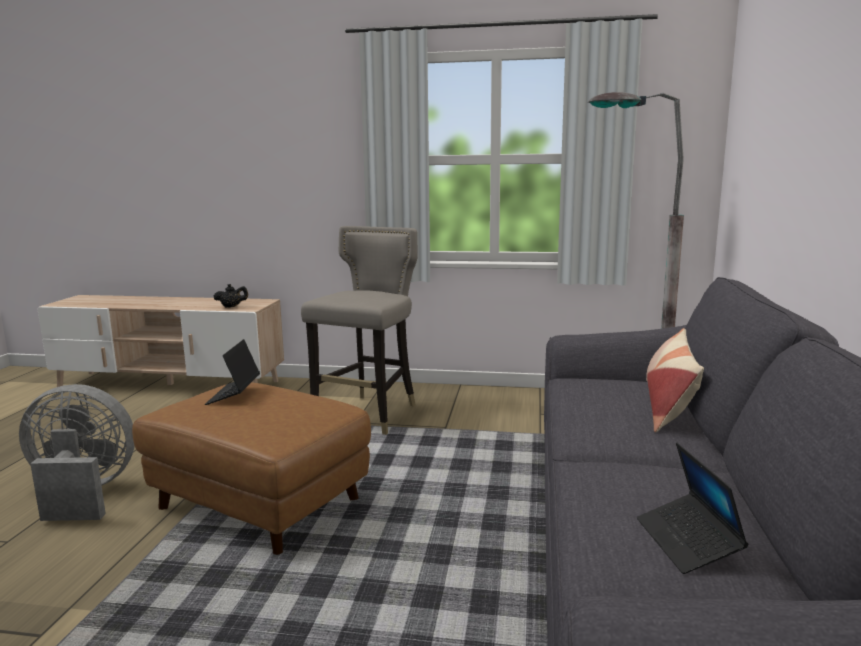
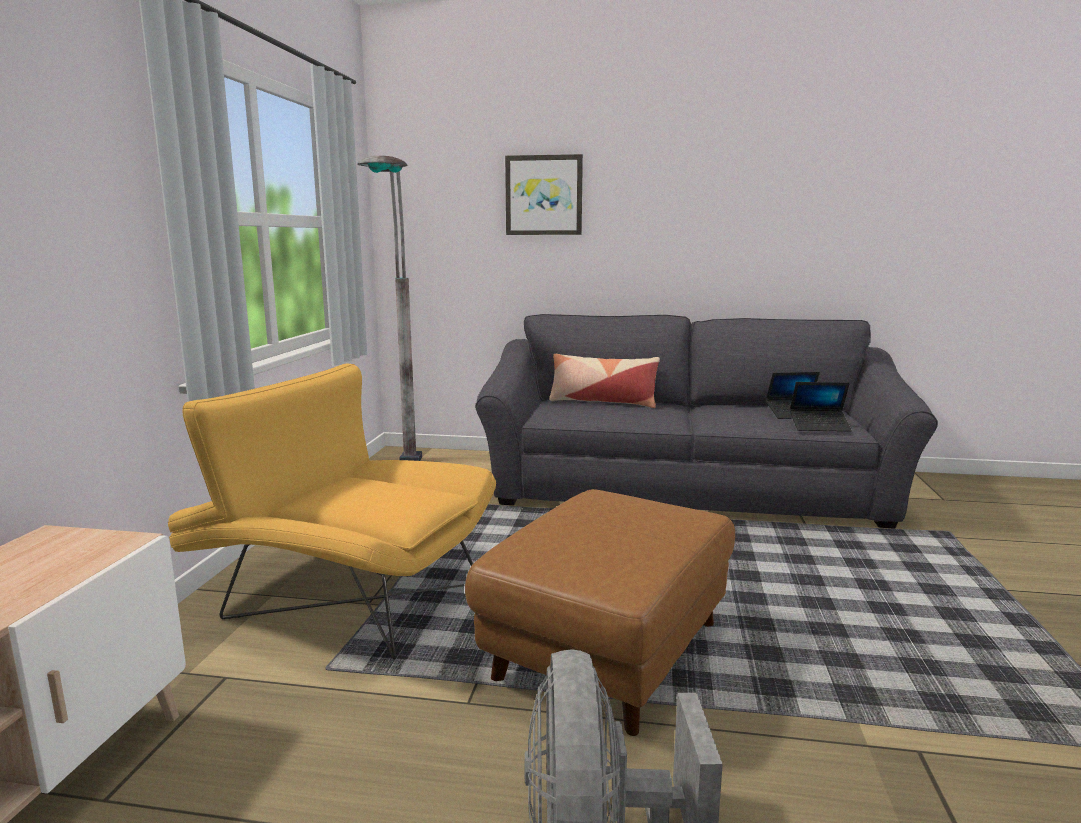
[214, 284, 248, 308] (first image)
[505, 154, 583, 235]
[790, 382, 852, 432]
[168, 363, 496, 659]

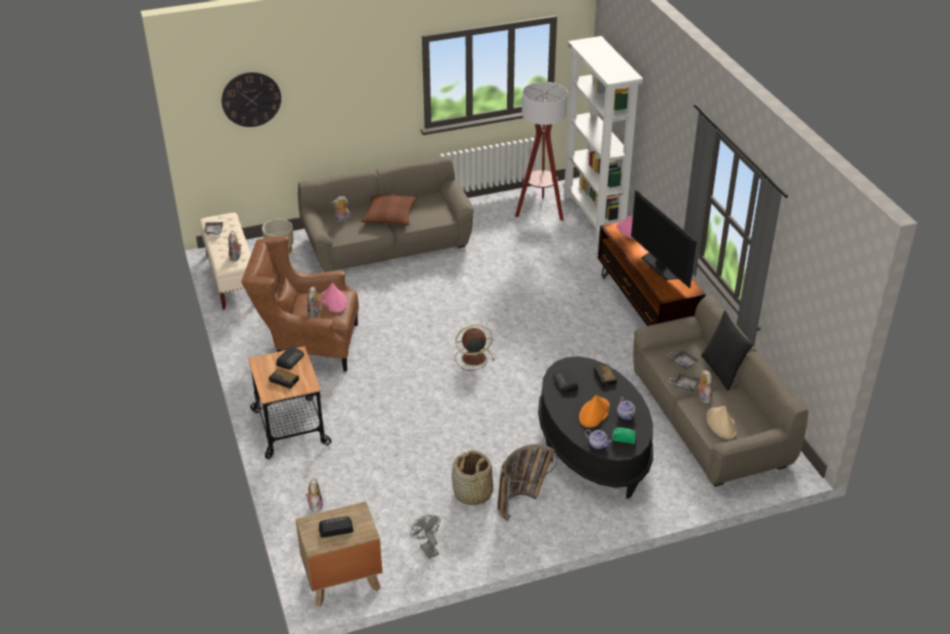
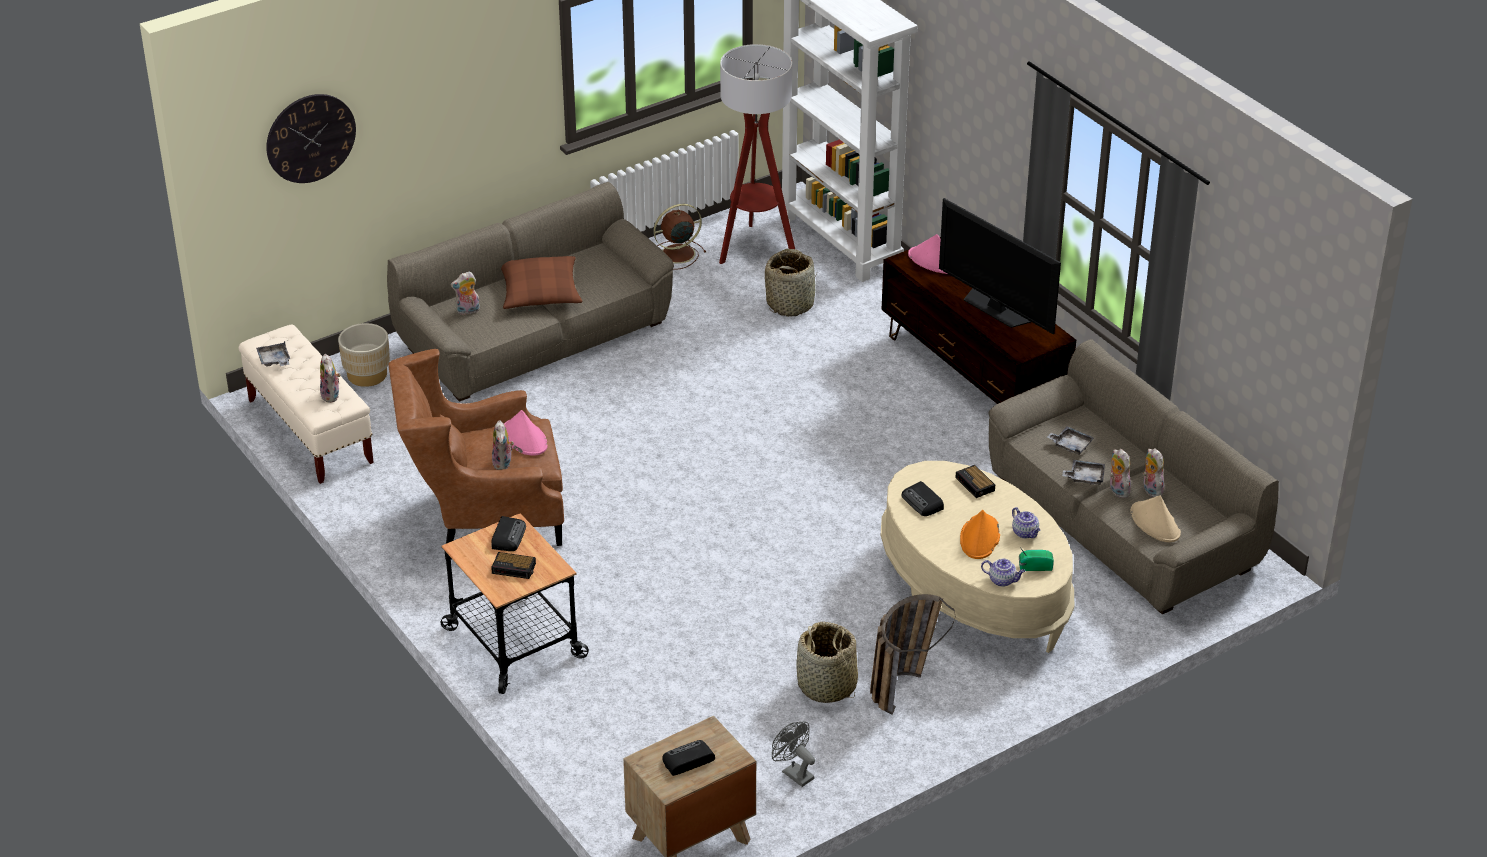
[701, 310, 754, 391] (first image)
[765, 249, 817, 317]
[1143, 448, 1164, 497]
[654, 204, 706, 270]
[881, 461, 1074, 653]

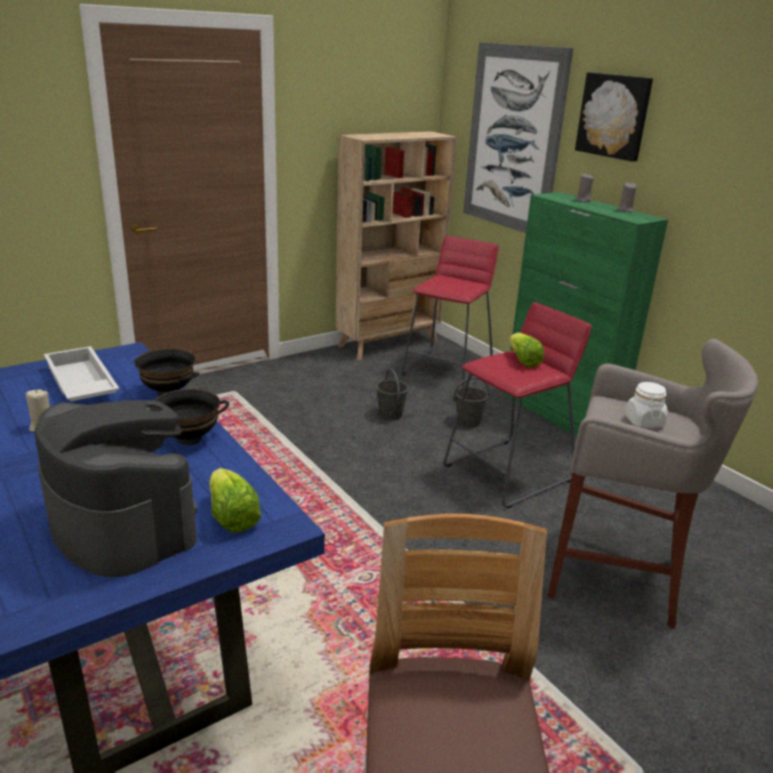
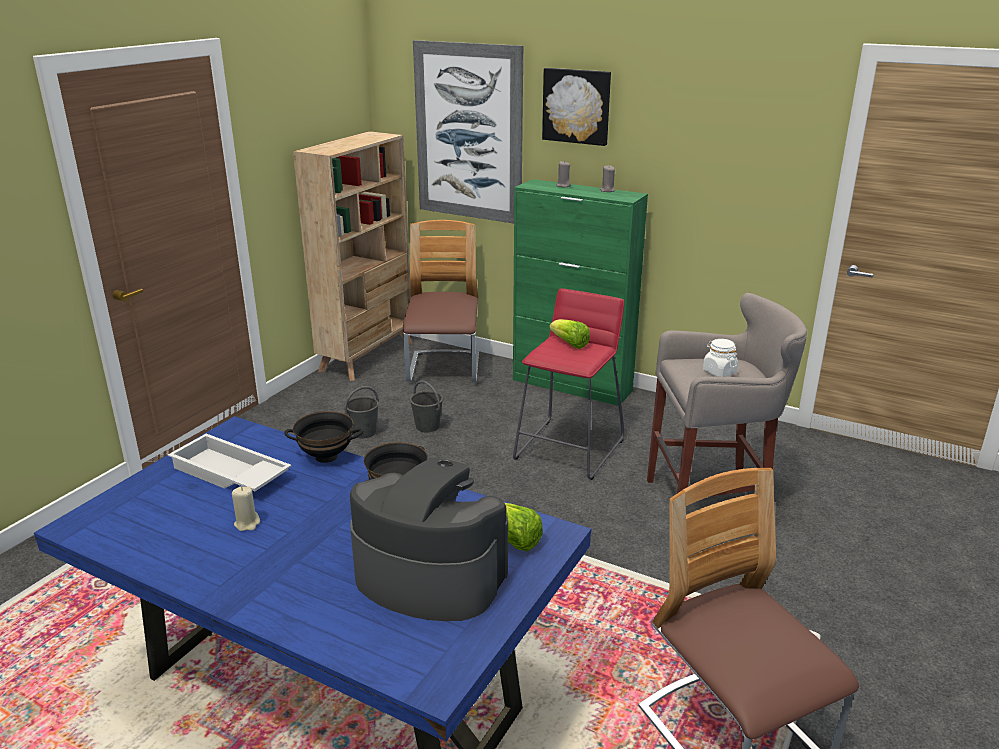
[345, 386, 379, 438]
[403, 220, 479, 382]

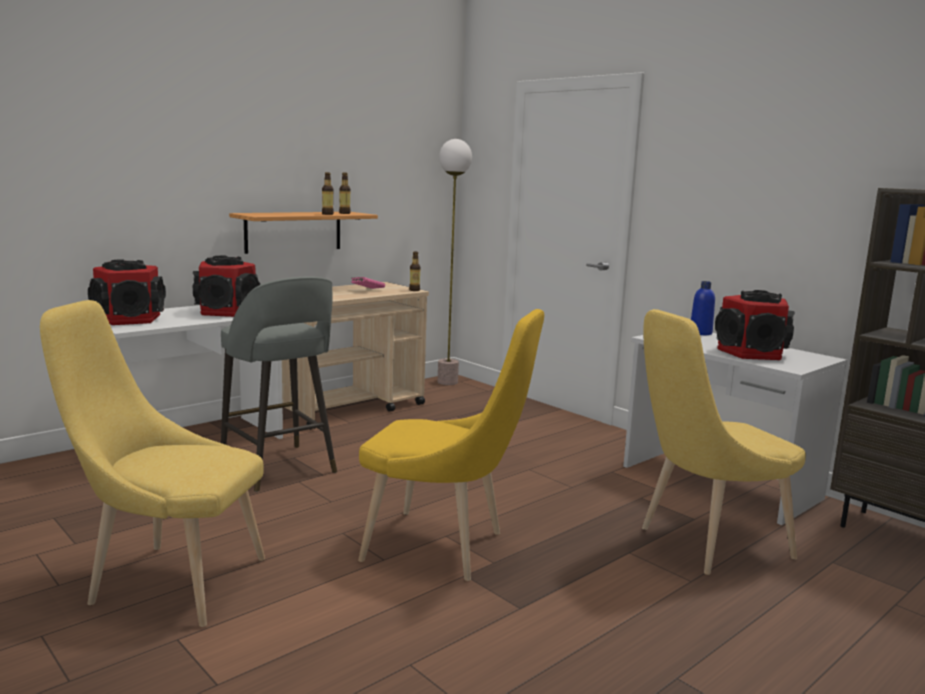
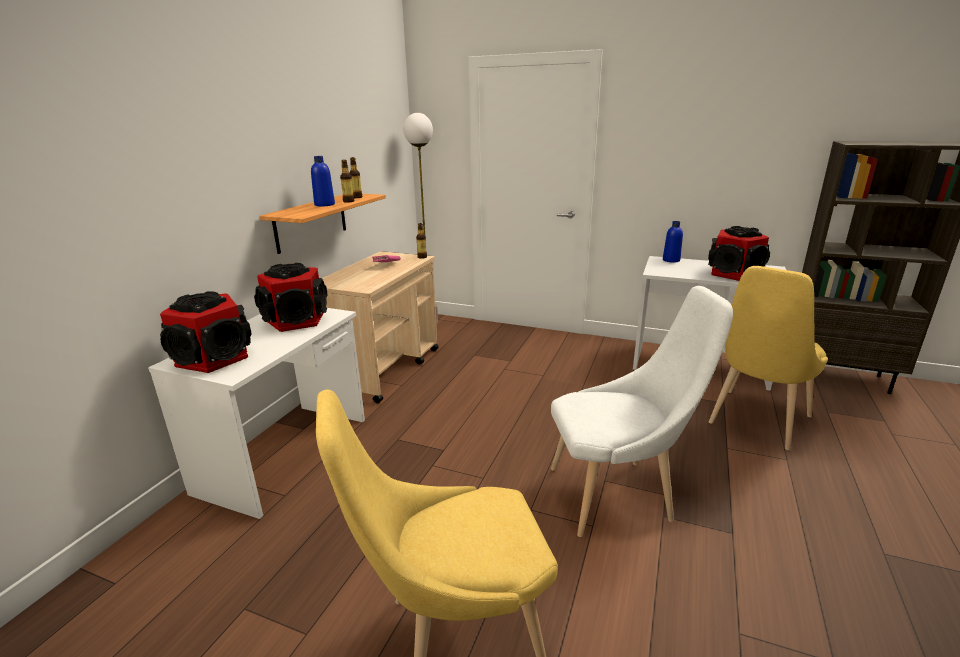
[221, 277, 337, 492] (first image)
[311, 156, 335, 207]
[551, 286, 733, 537]

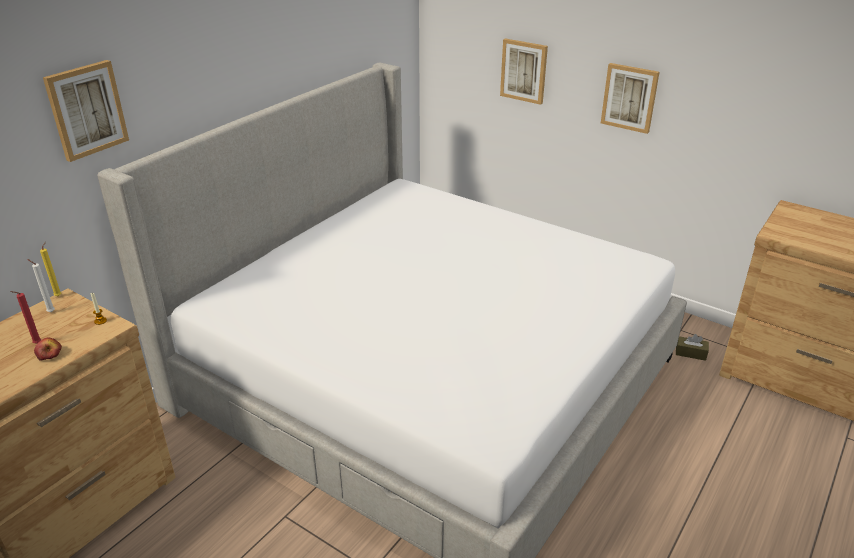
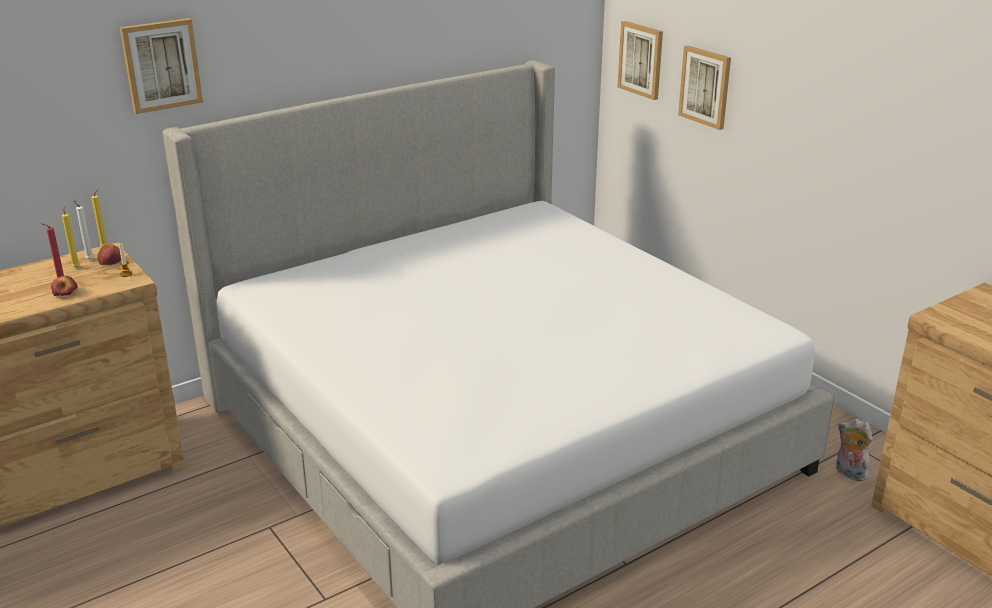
[62, 207, 80, 268]
[97, 244, 121, 265]
[618, 21, 663, 100]
[836, 419, 873, 481]

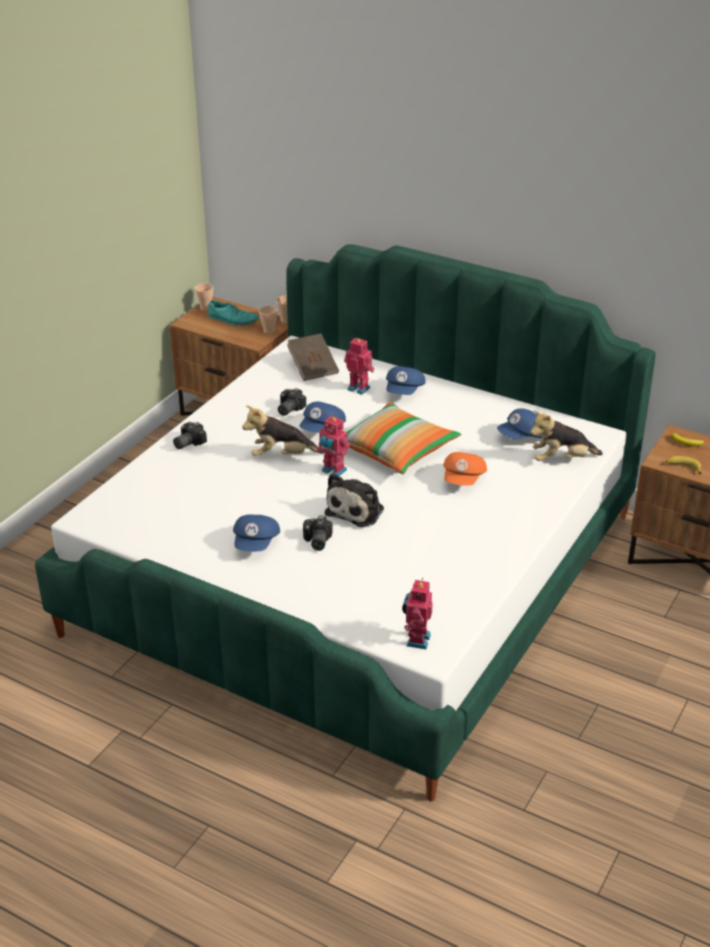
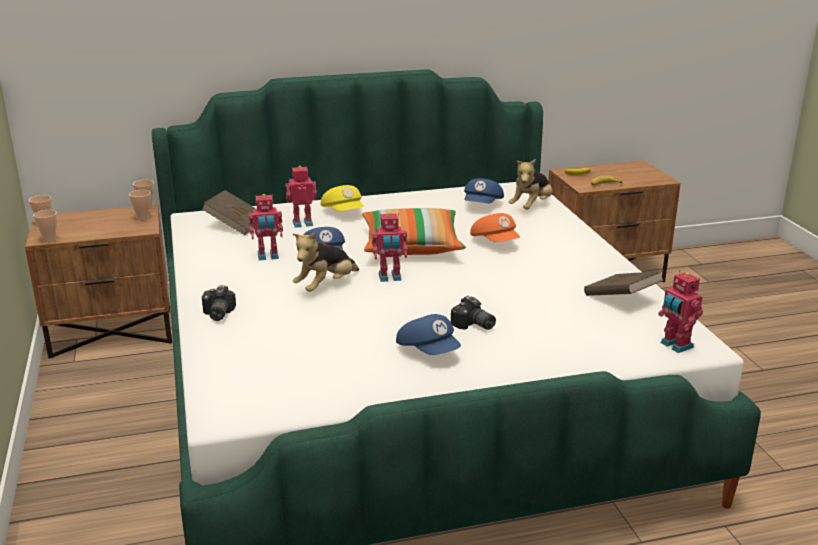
[208, 300, 259, 326] (first image)
[325, 473, 384, 527] (first image)
[33, 210, 57, 243]
[584, 271, 664, 296]
[249, 194, 283, 261]
[321, 185, 363, 211]

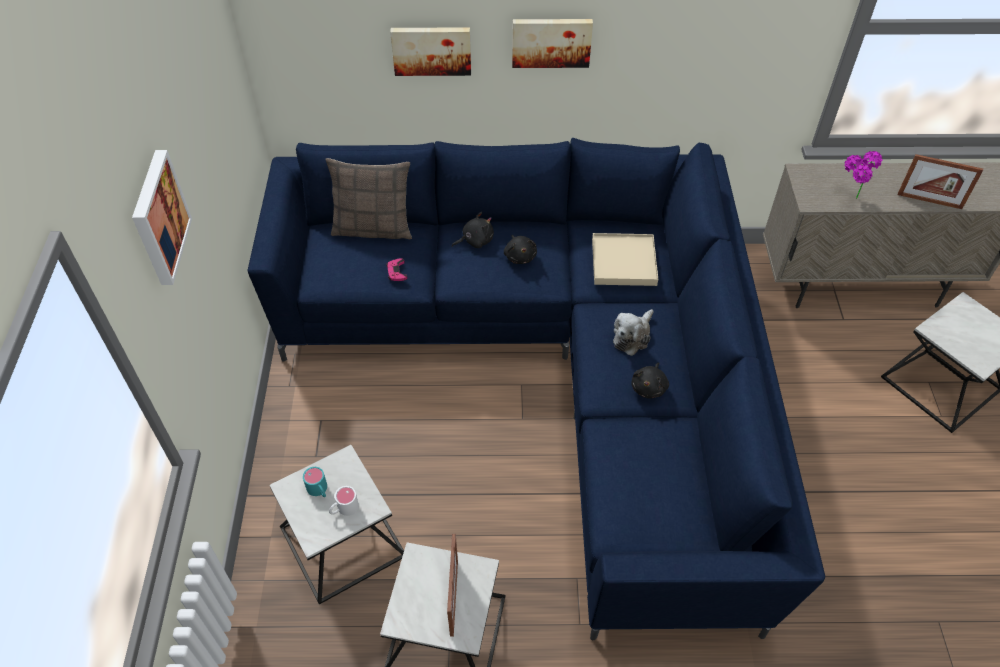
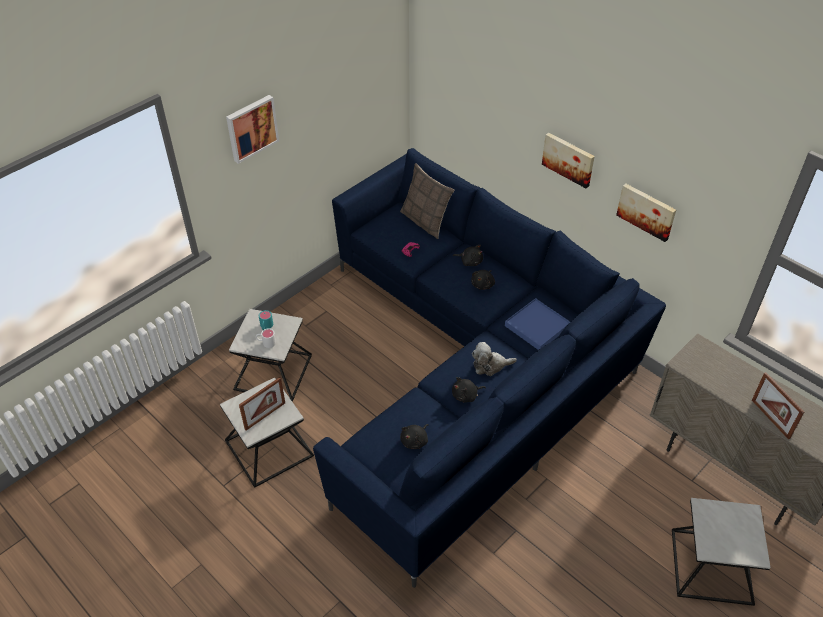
[844, 151, 883, 199] (first image)
[400, 424, 429, 449]
[616, 184, 676, 242]
[505, 298, 570, 350]

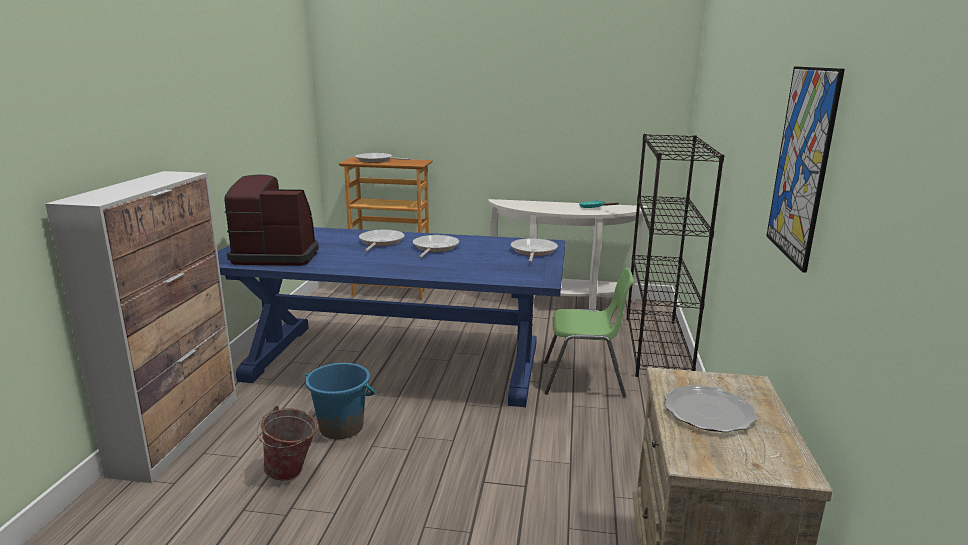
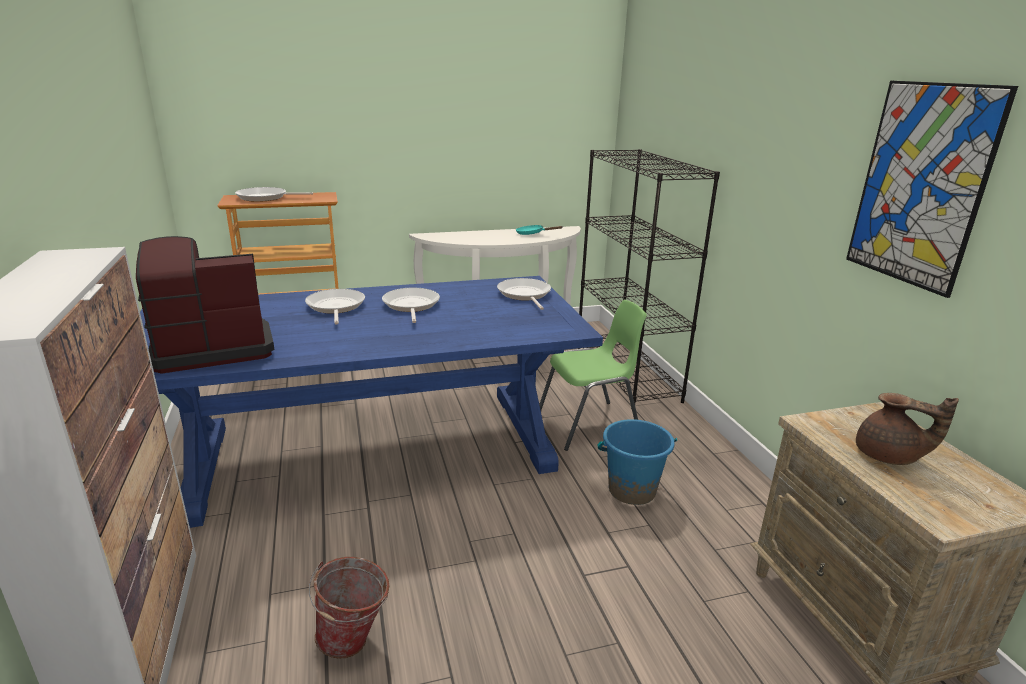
[598, 419, 677, 505]
[856, 393, 959, 465]

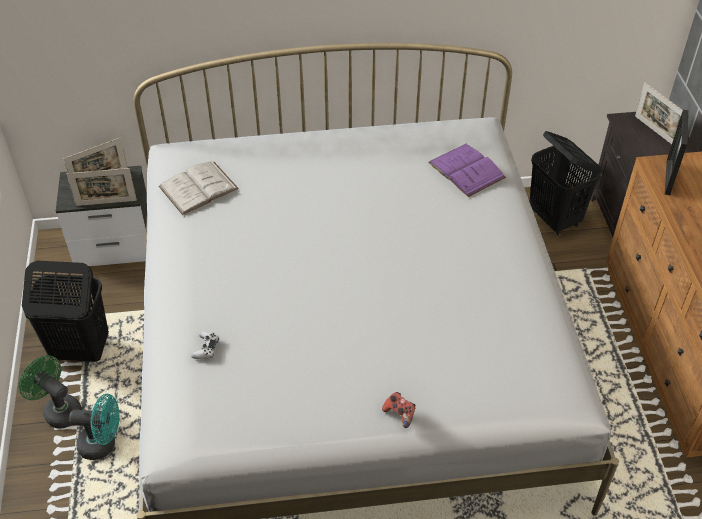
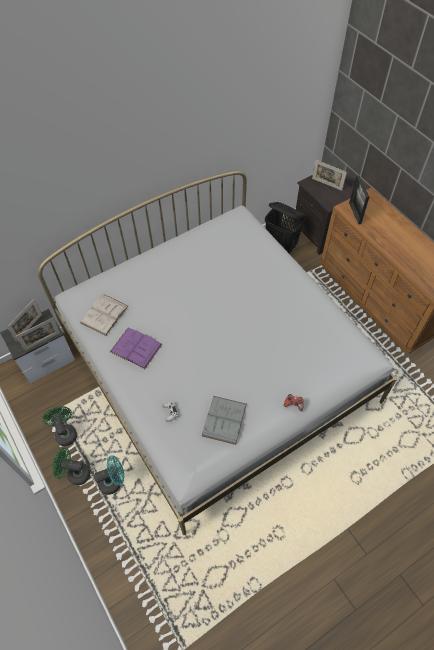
[202, 396, 247, 445]
[110, 328, 162, 369]
[42, 406, 77, 446]

